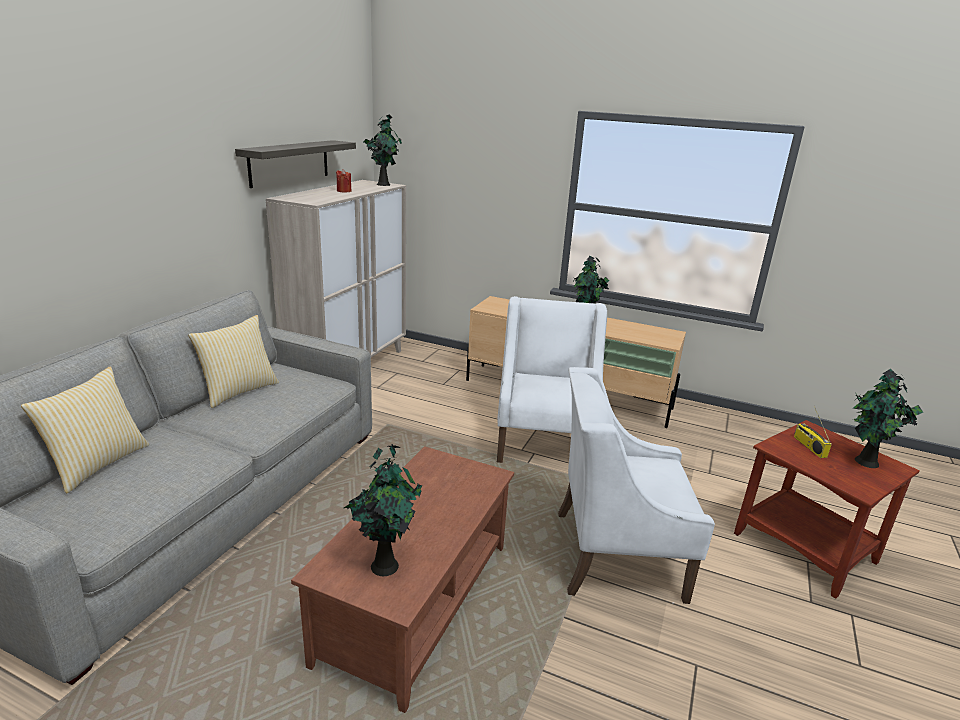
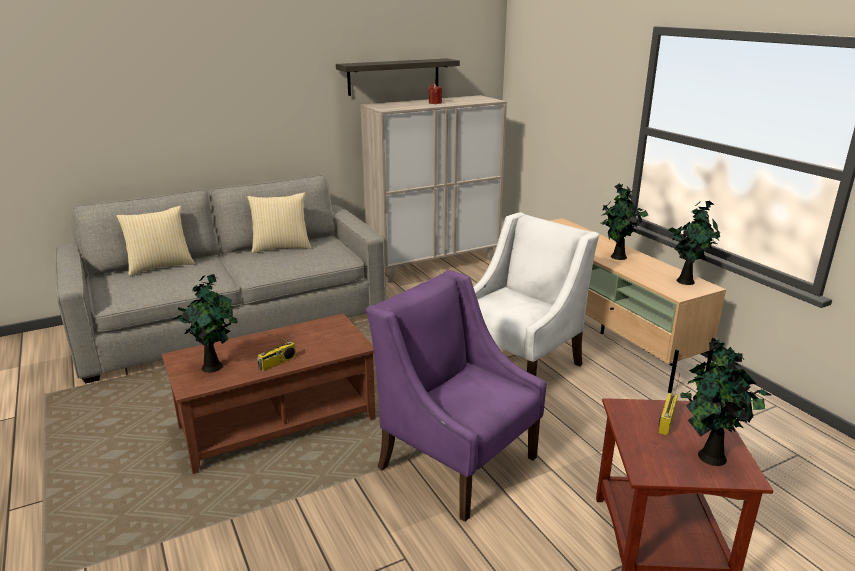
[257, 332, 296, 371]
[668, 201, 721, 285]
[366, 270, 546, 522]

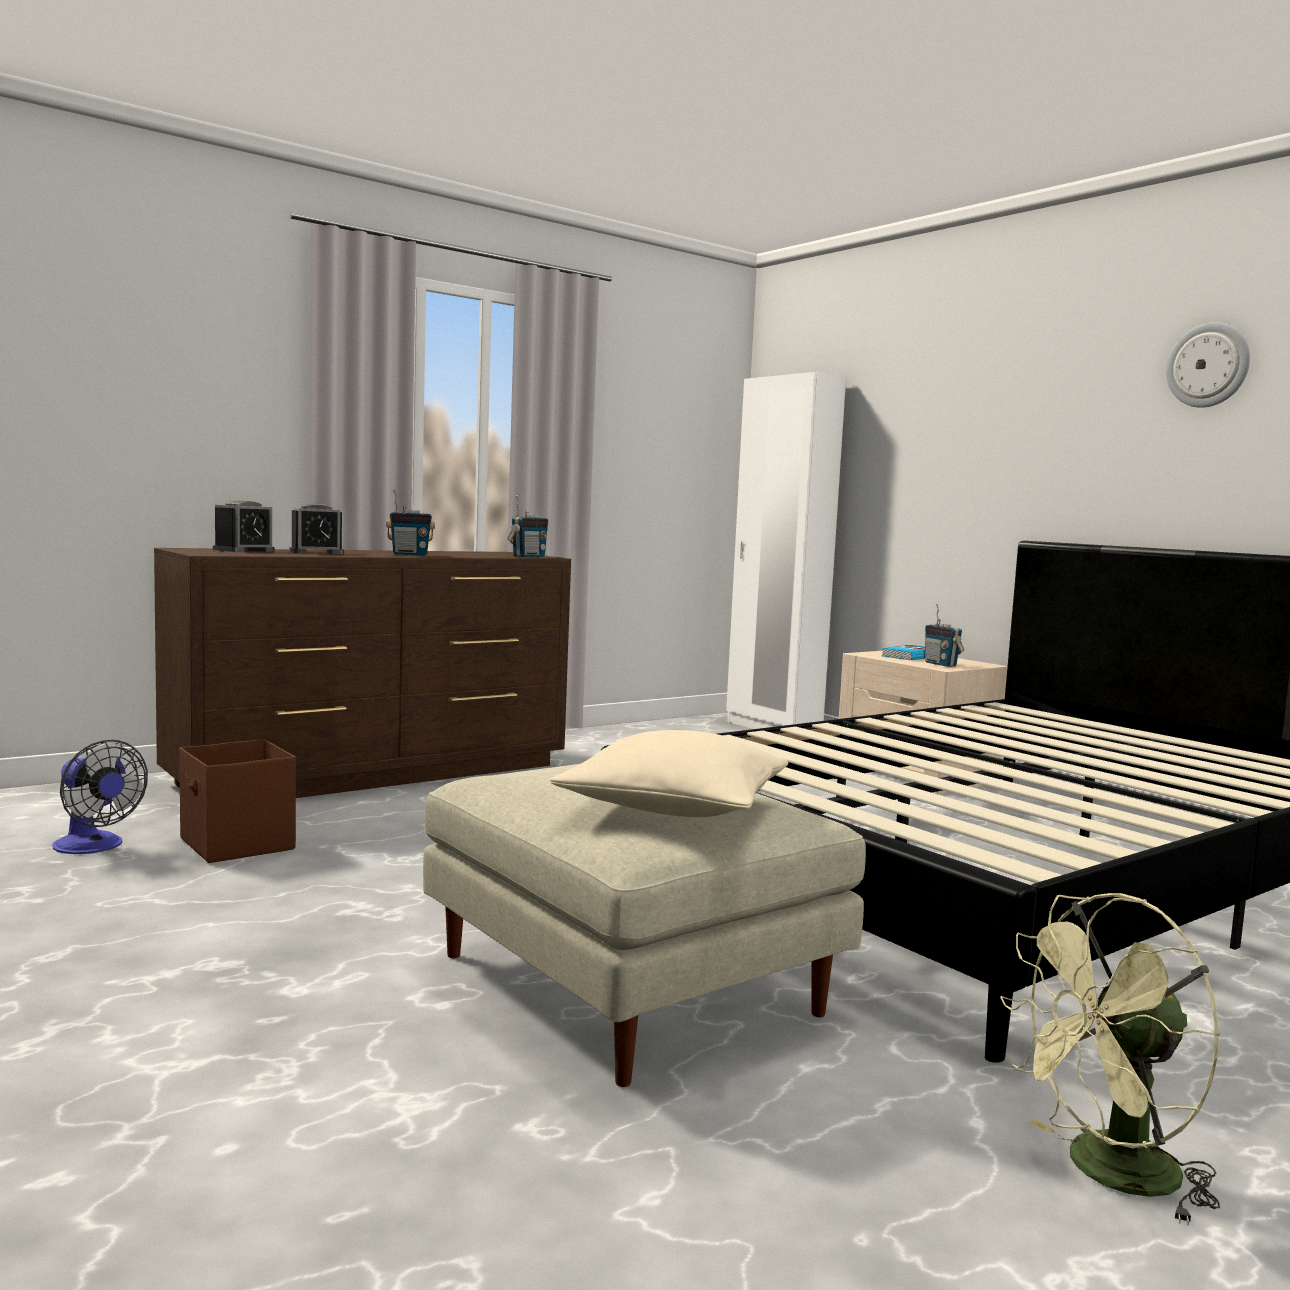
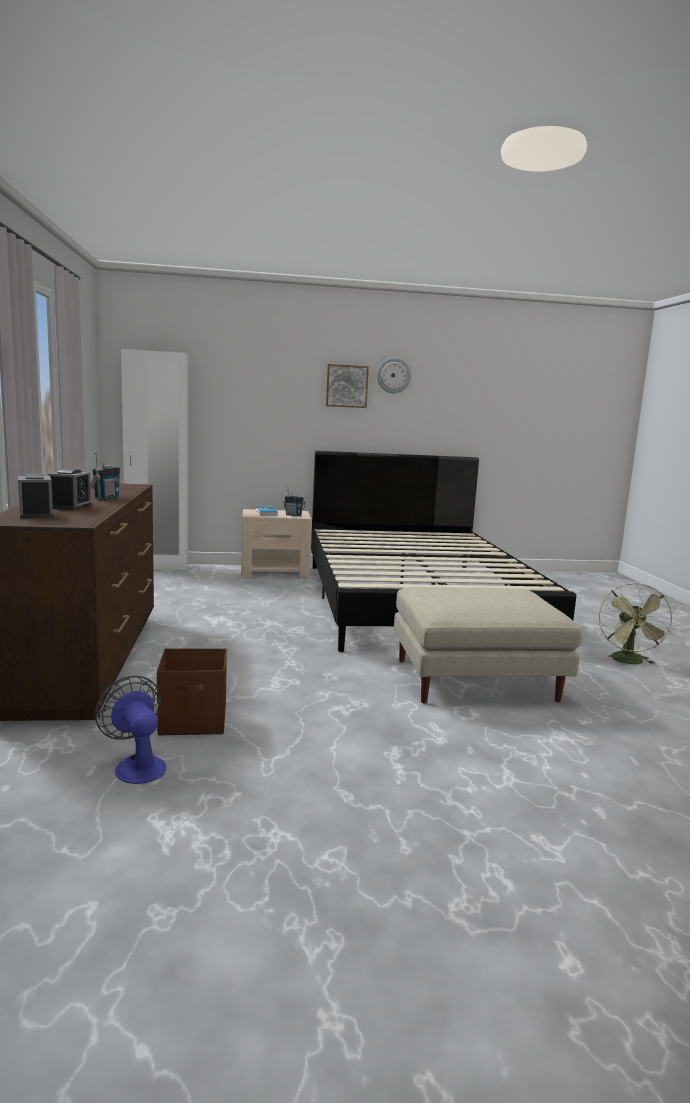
[507, 495, 548, 557] (first image)
[550, 730, 789, 817] (first image)
[326, 364, 369, 408]
[95, 676, 166, 784]

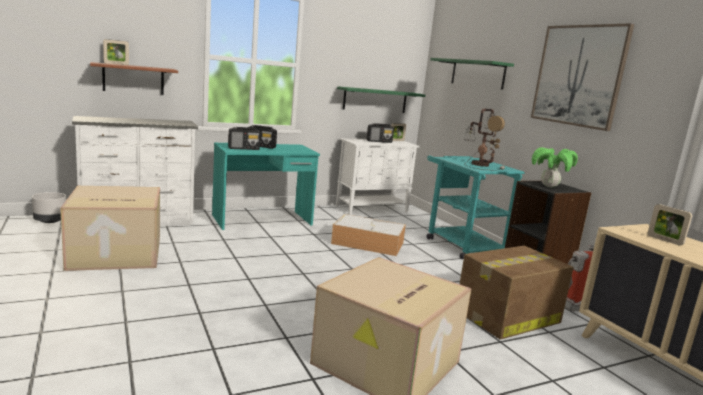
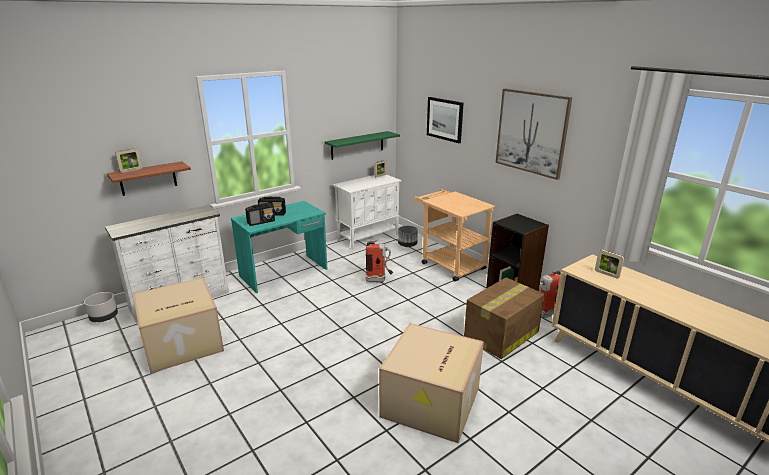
[367, 123, 394, 143] (first image)
[464, 108, 505, 170] (first image)
[532, 147, 578, 187] (first image)
[398, 226, 418, 247]
[366, 240, 393, 282]
[427, 97, 464, 143]
[414, 189, 495, 282]

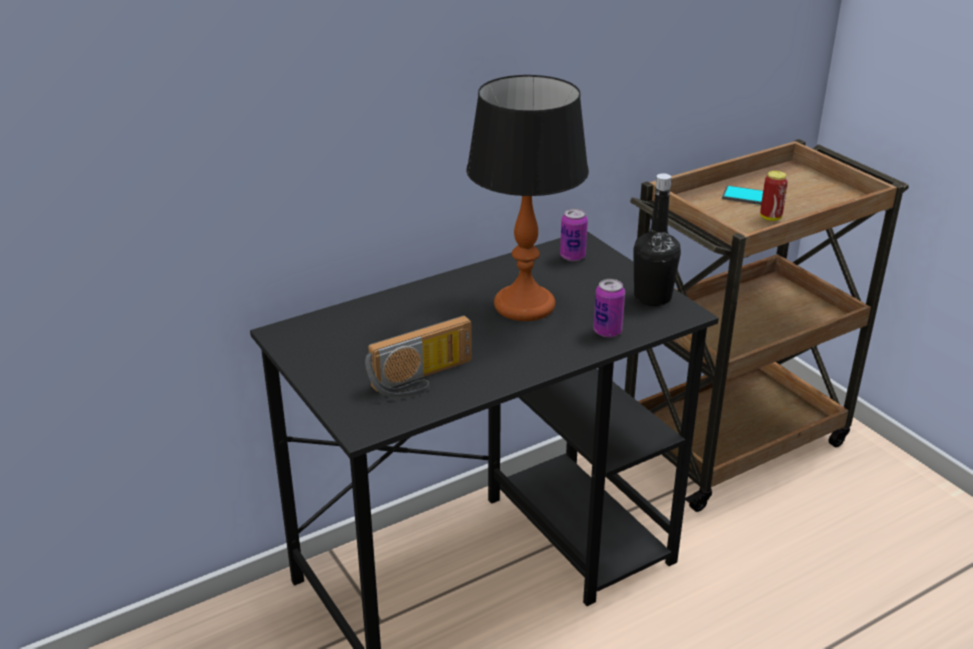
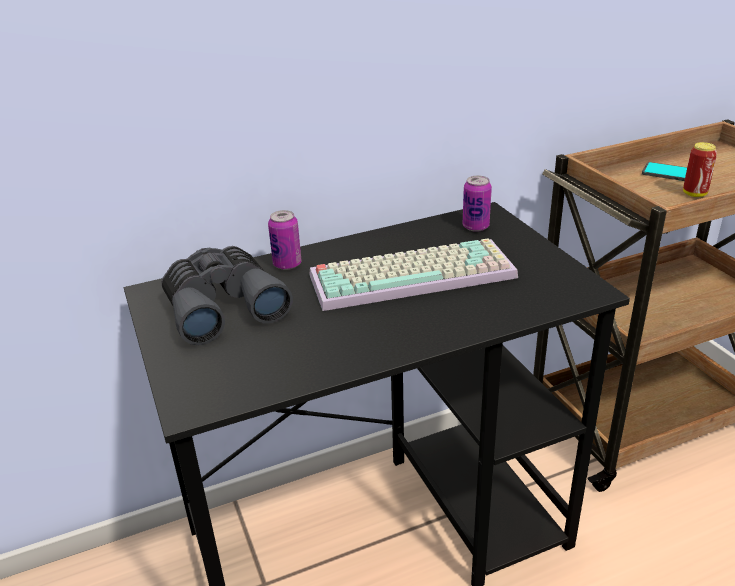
[365, 315, 472, 398] (first image)
[633, 173, 681, 306] (first image)
[161, 246, 293, 345]
[268, 210, 302, 270]
[309, 238, 518, 311]

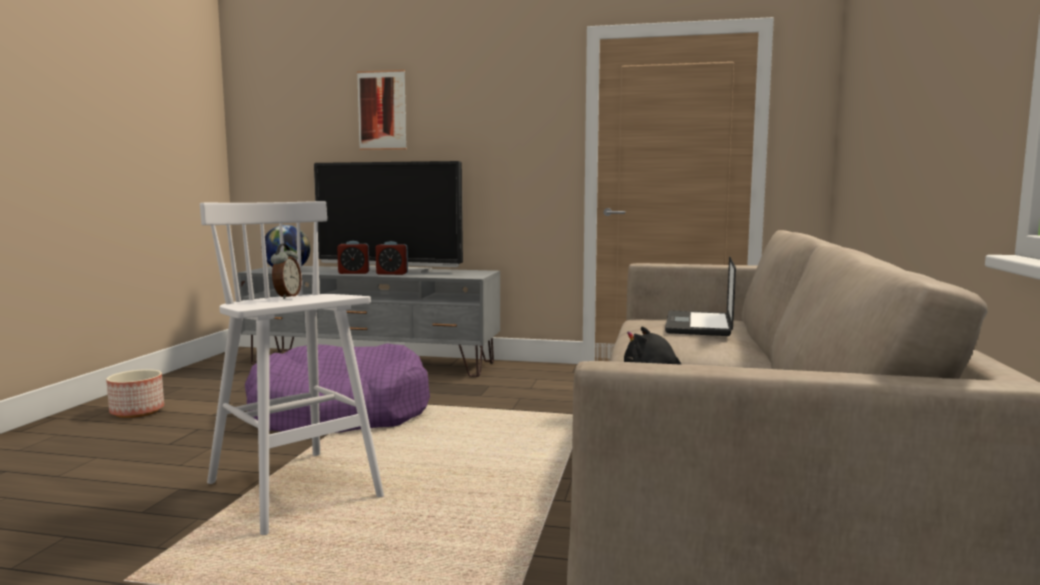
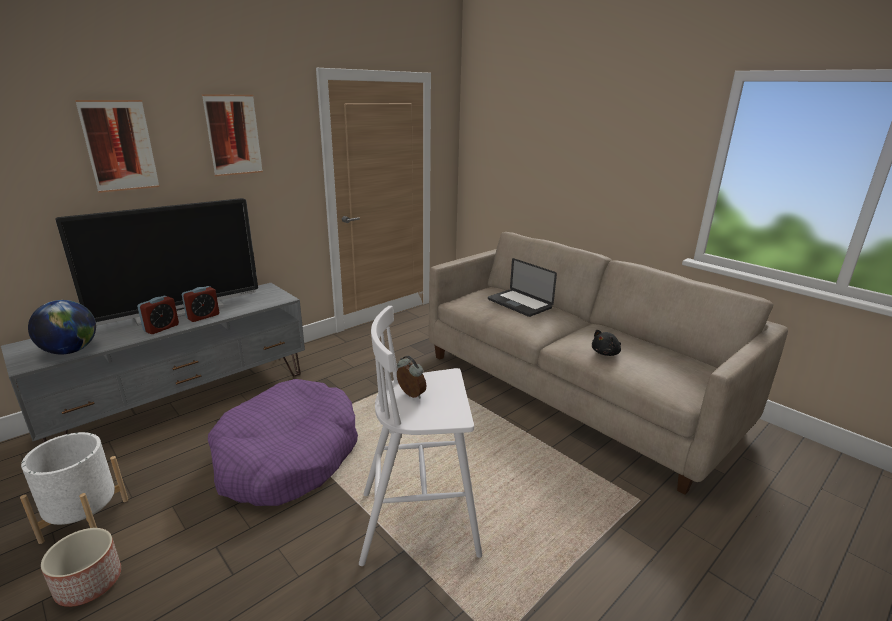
[20, 432, 128, 544]
[202, 94, 263, 176]

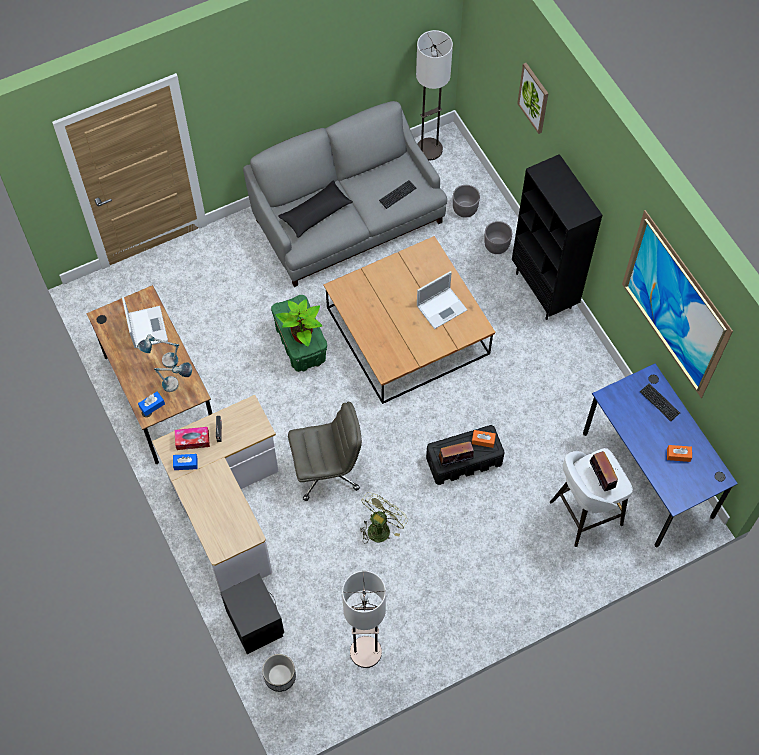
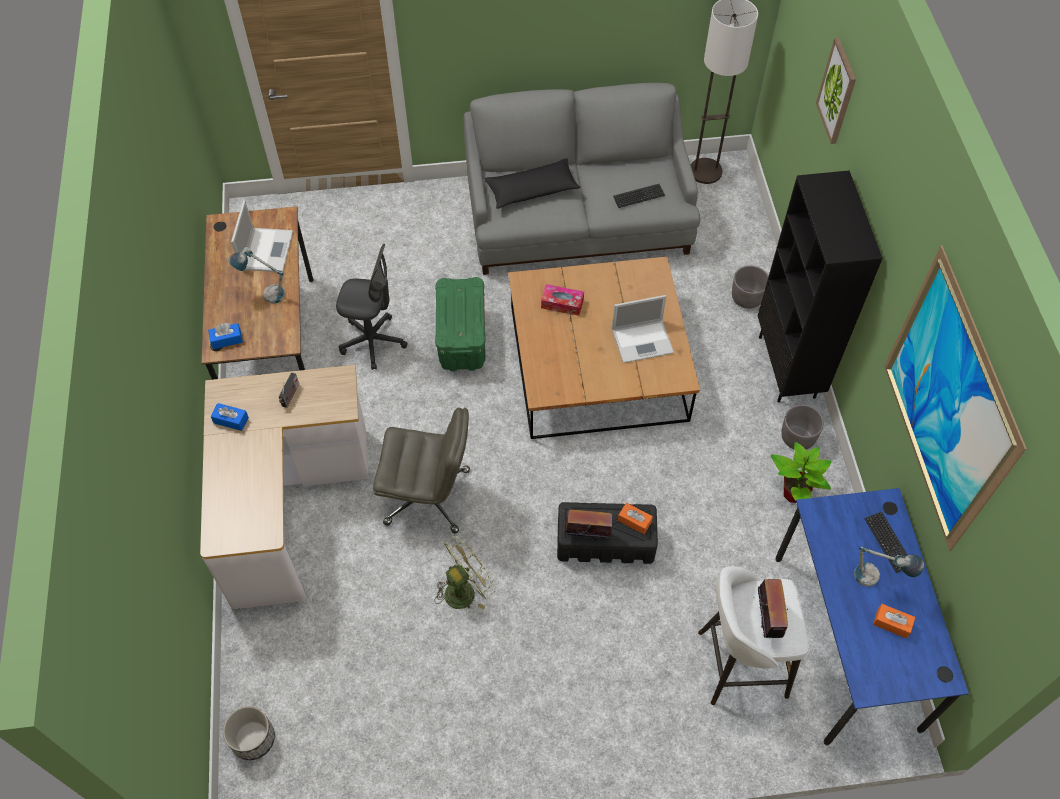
[220, 574, 284, 654] (first image)
[342, 571, 386, 668] (first image)
[336, 244, 408, 370]
[854, 547, 924, 587]
[541, 284, 584, 316]
[771, 442, 832, 503]
[781, 405, 824, 449]

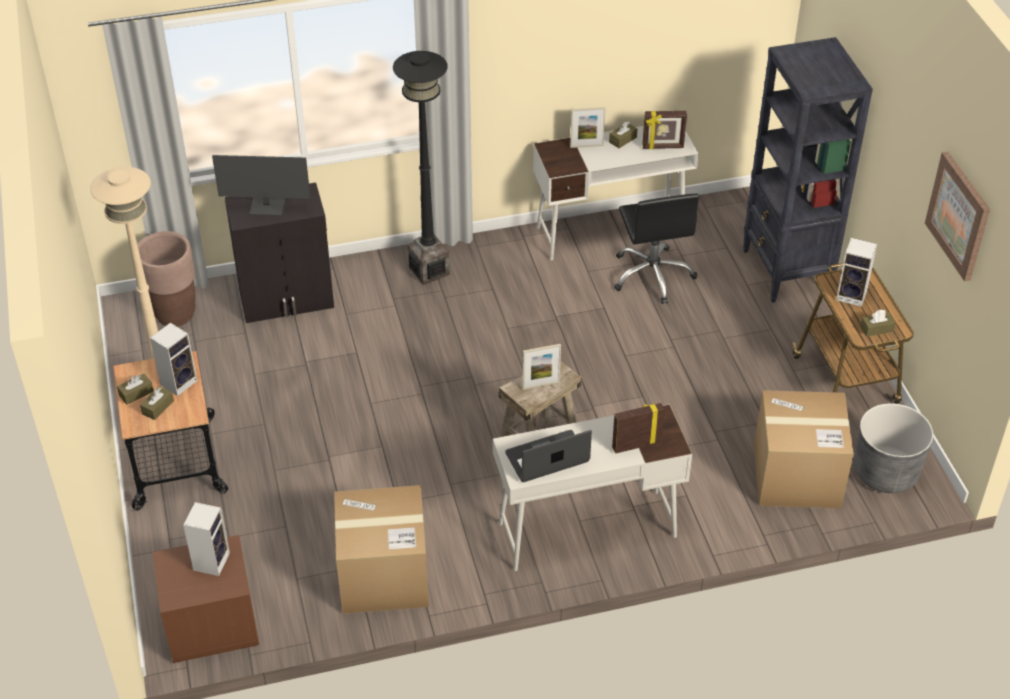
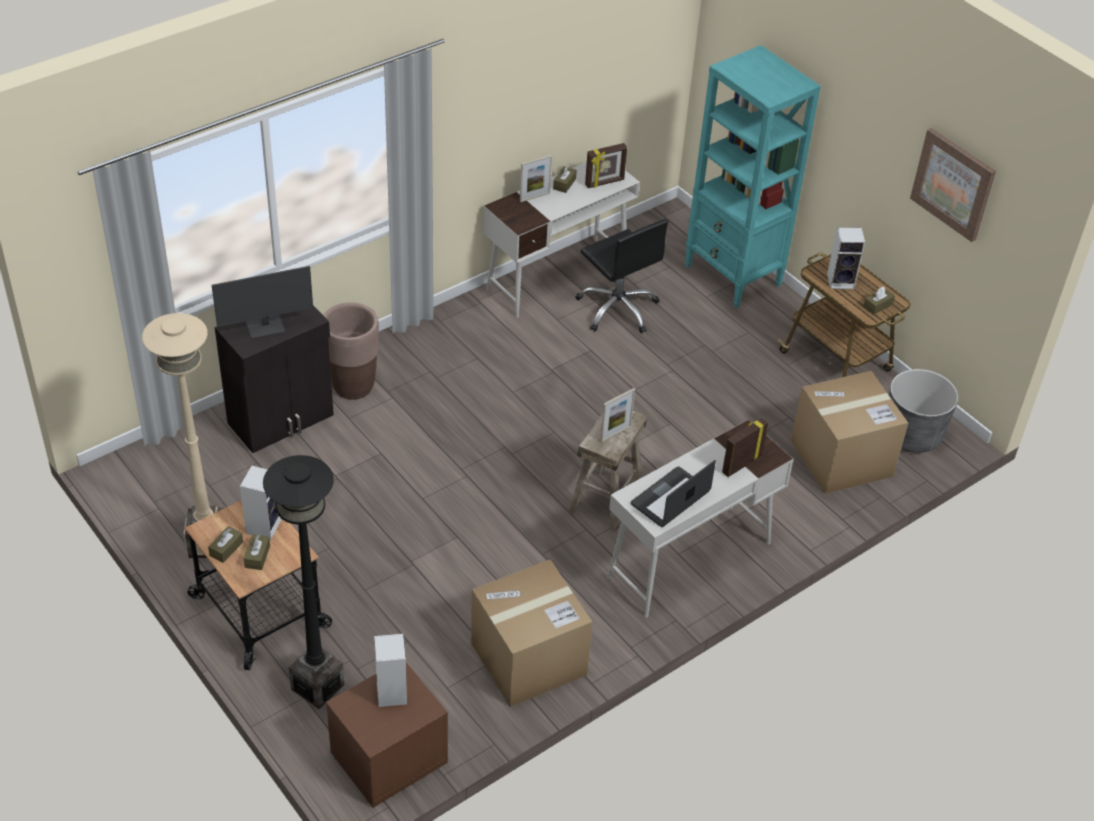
[323, 302, 379, 400]
[263, 455, 344, 709]
[685, 45, 821, 308]

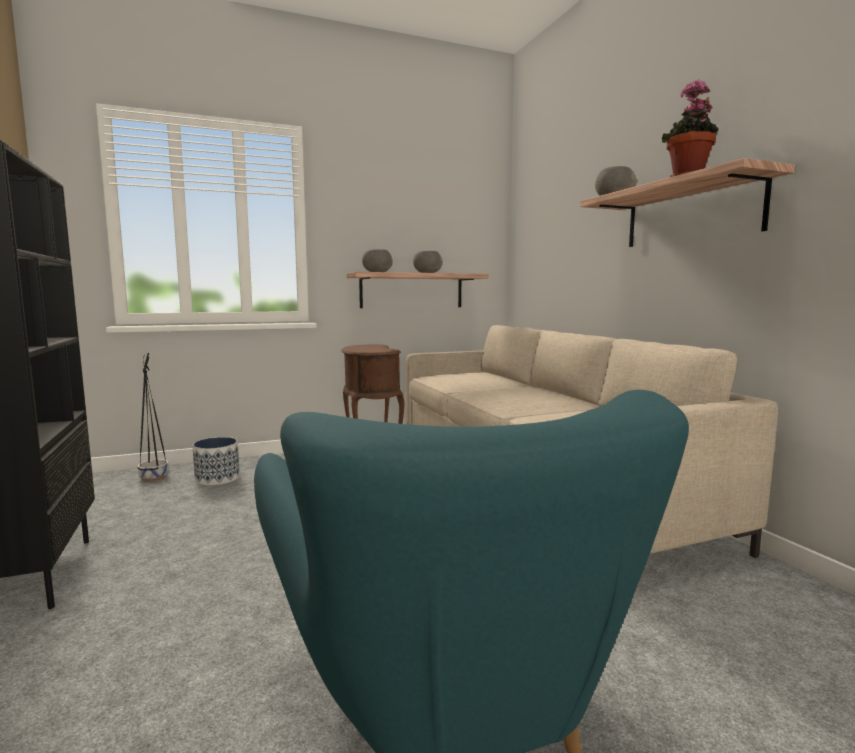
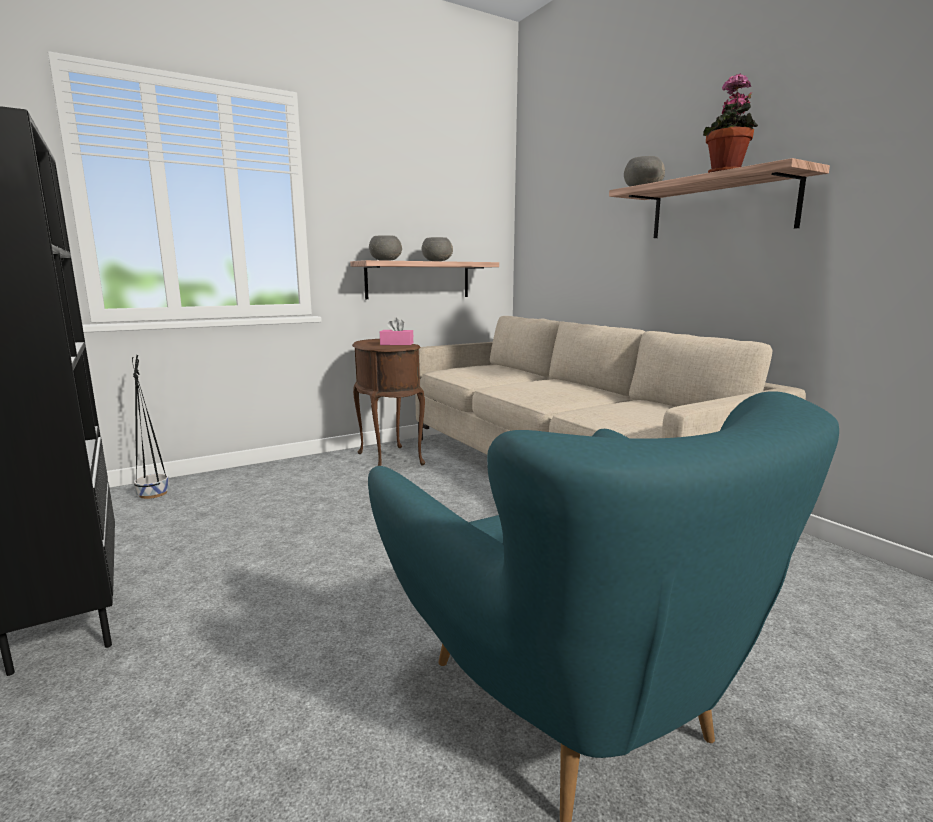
[193, 437, 240, 486] (first image)
[380, 318, 413, 345]

